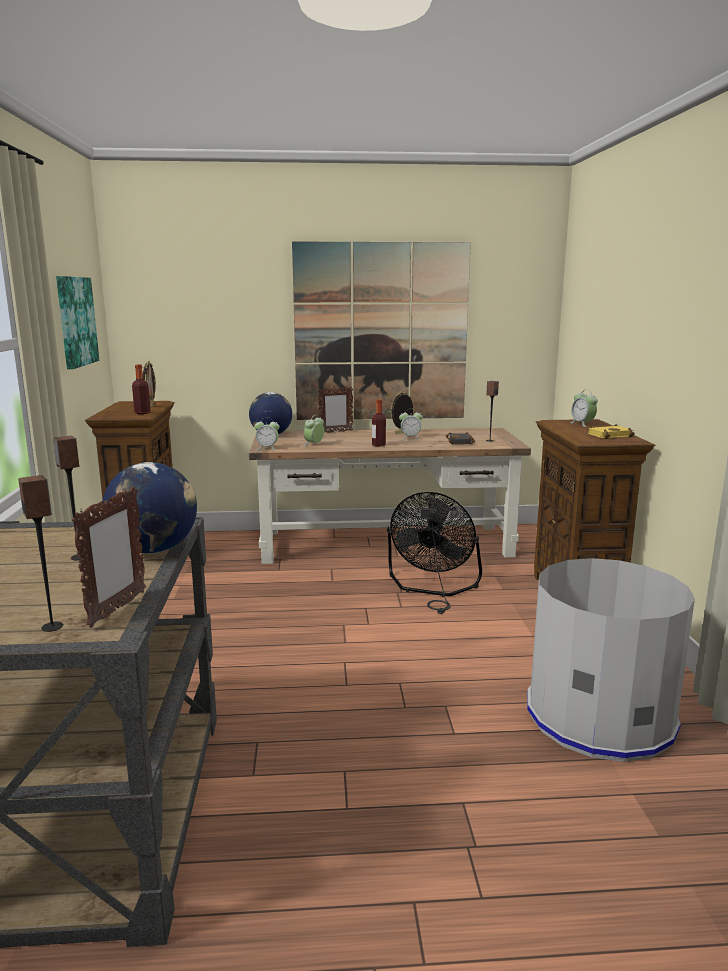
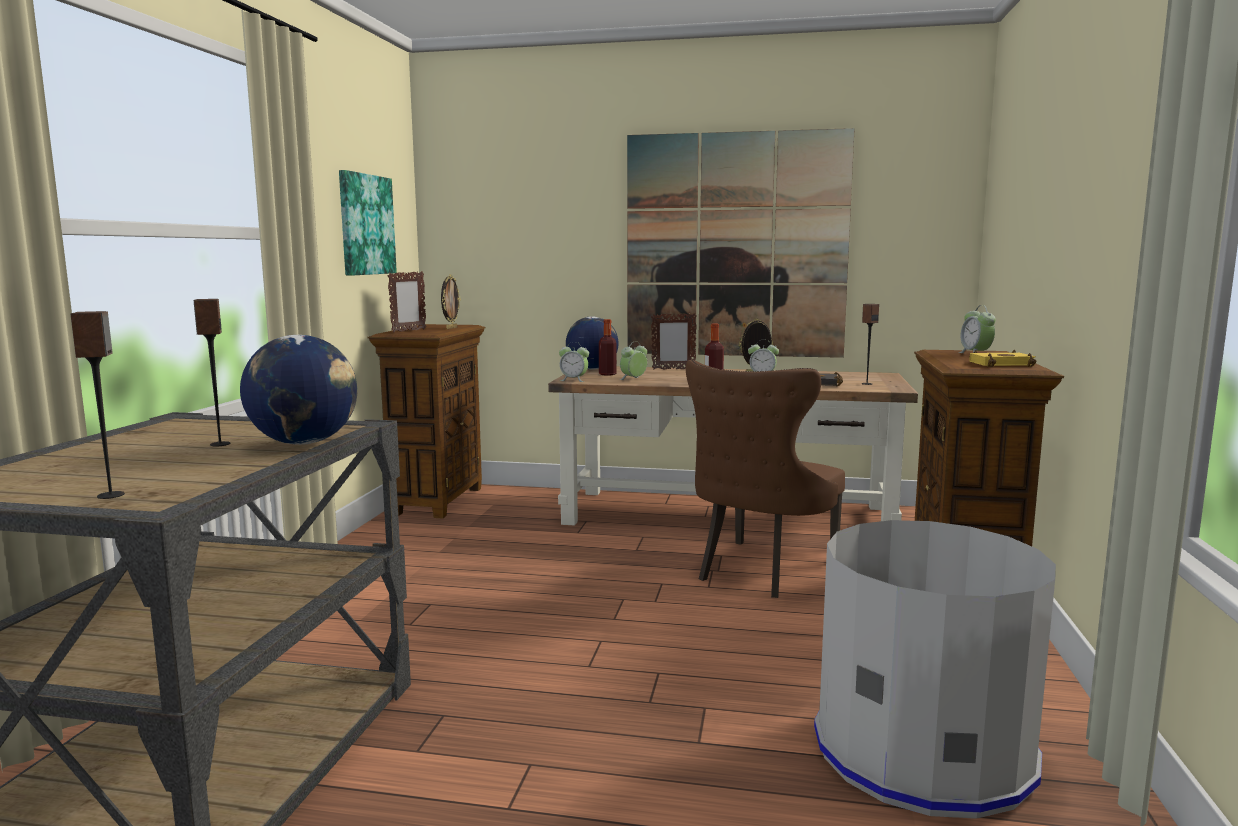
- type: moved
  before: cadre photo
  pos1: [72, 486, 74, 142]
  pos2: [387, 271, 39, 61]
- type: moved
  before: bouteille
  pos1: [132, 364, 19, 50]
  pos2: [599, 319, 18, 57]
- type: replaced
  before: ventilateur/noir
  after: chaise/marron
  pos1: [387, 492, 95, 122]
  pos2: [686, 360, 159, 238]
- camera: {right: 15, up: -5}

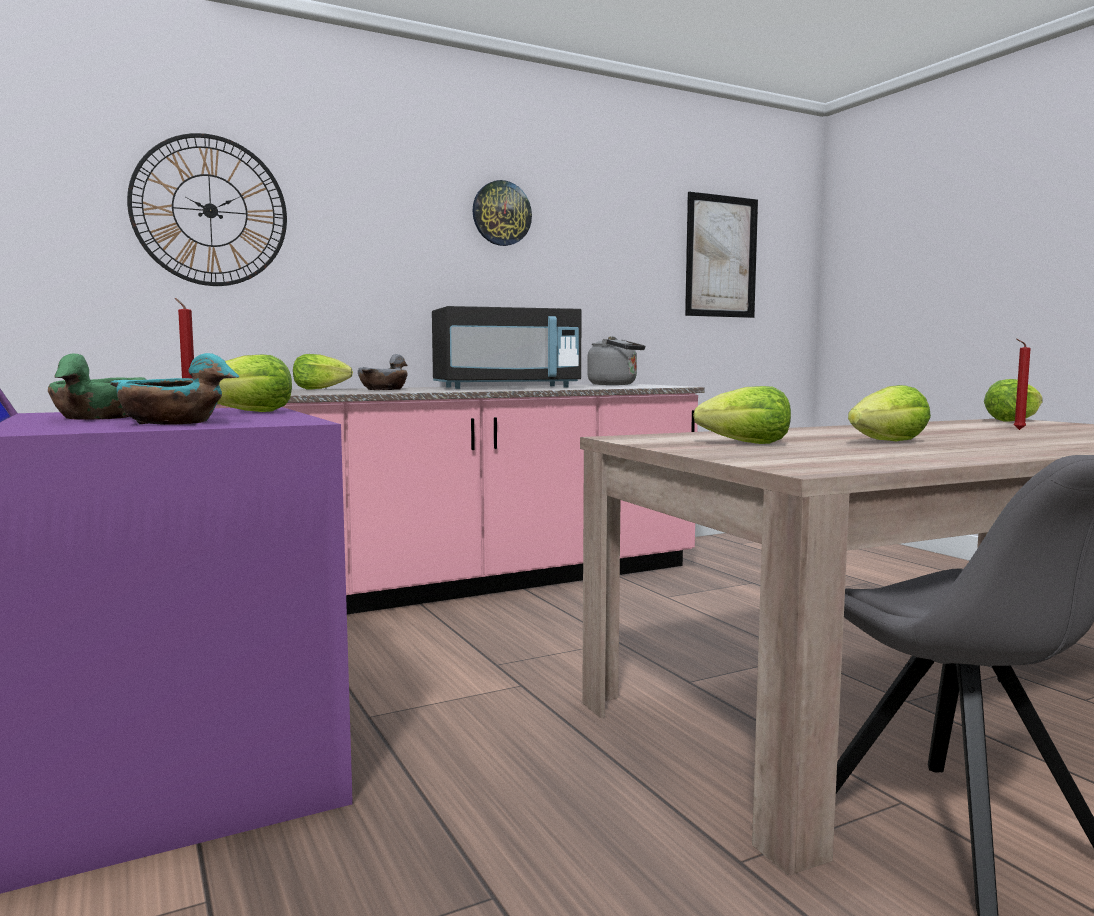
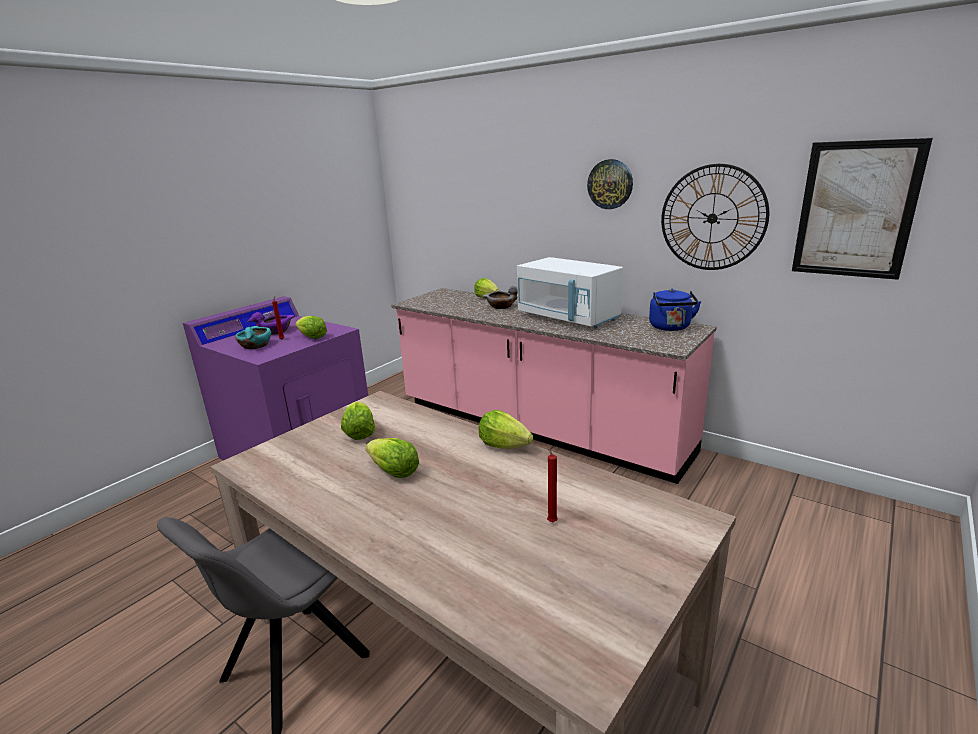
- type: recoloured
  before: bol/vert
  after: bol/violet
  pos1: [48, 354, 98, 66]
  pos2: [247, 312, 47, 23]
- type: moved
  before: laitue
  pos1: [984, 379, 59, 43]
  pos2: [479, 410, 54, 39]
- type: recoloured
  before: micro-ondes/noir
  after: micro-ondes/blanc
  pos1: [432, 306, 150, 83]
  pos2: [517, 257, 106, 71]
- type: recoloured
  before: bouilloire/gris
  after: bouilloire/bleu
  pos1: [587, 336, 58, 49]
  pos2: [649, 288, 52, 43]
- type: moved
  before: horloge murale
  pos1: [127, 133, 160, 153]
  pos2: [661, 164, 108, 106]
- camera: {right: 65, up: 15}

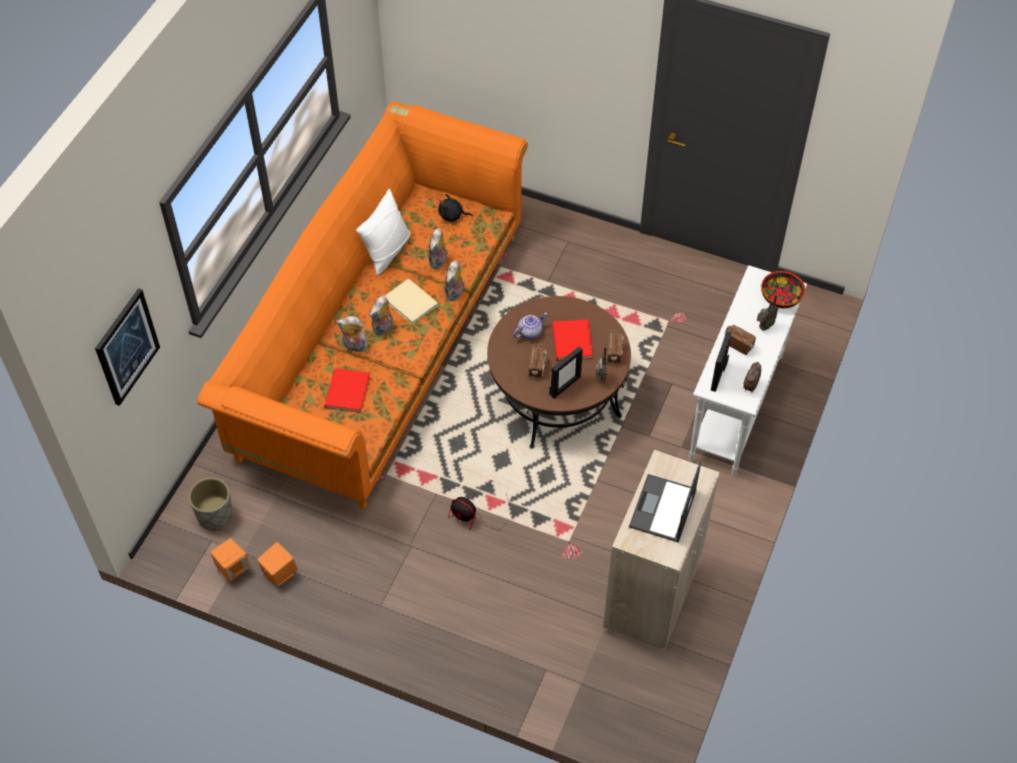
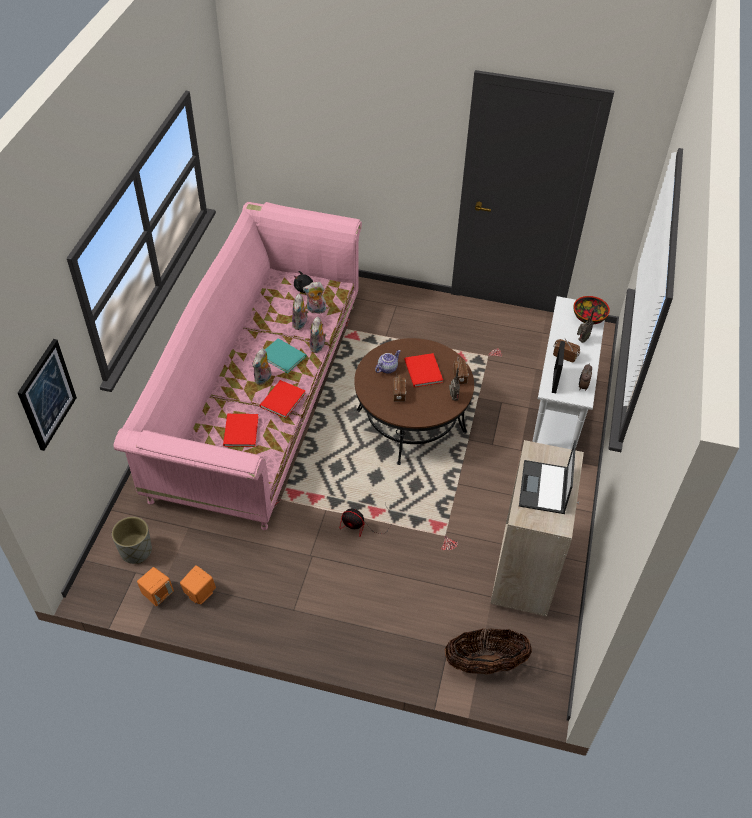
- type: recoloured
  before: canapé/orange
  after: canapé/rose
  pos1: [197, 101, 331, 408]
  pos2: [114, 202, 248, 328]
- type: added
  after: livre/rouge
  pos2: [260, 380, 46, 38]
- type: recoloured
  before: livre/beige
  after: livre/turquoise
  pos1: [385, 279, 54, 46]
  pos2: [265, 338, 41, 36]
- type: moved
  before: peluche
  pos1: [336, 316, 32, 36]
  pos2: [303, 282, 23, 31]
- type: added
  after: panier
  pos2: [445, 628, 87, 47]
- type: removed
  before: coussin/blanc
  pos1: [356, 189, 55, 87]
- type: removed
  before: cadre photo
  pos1: [549, 347, 34, 51]
- camera: {right: -10, up: -5}

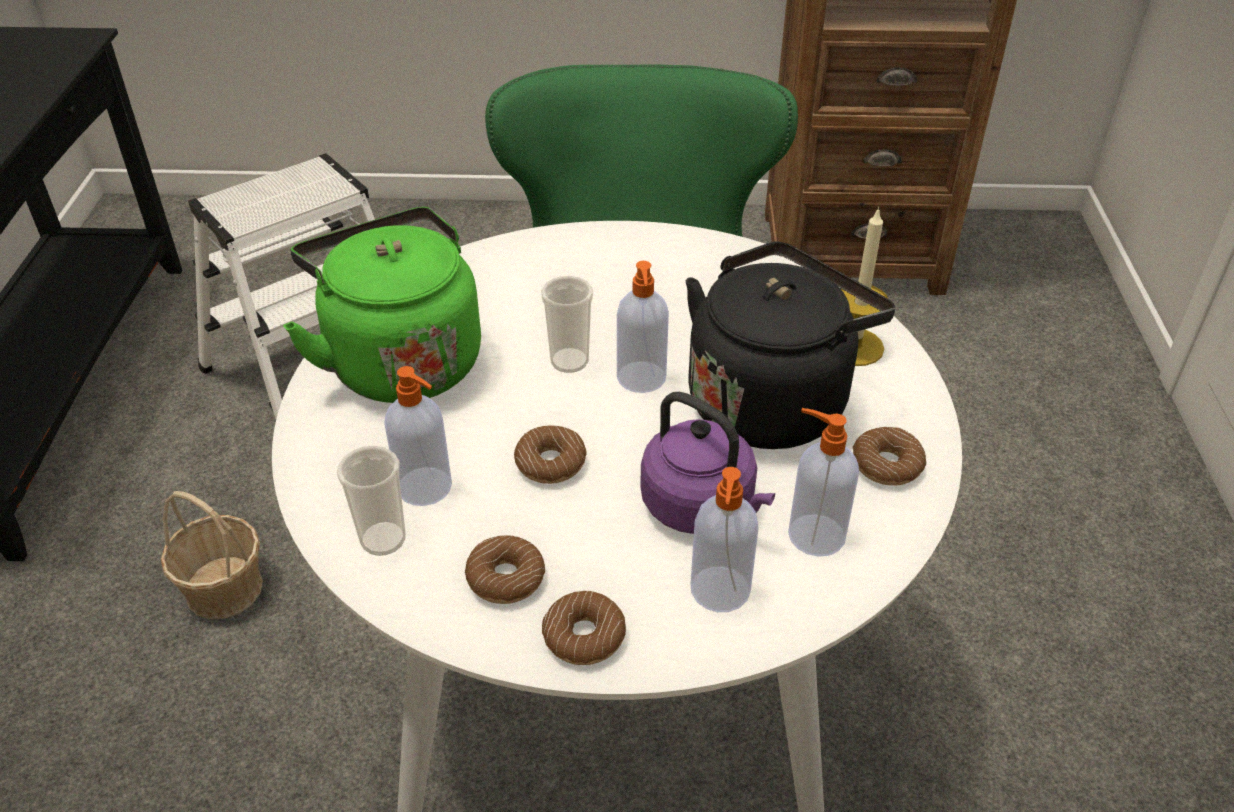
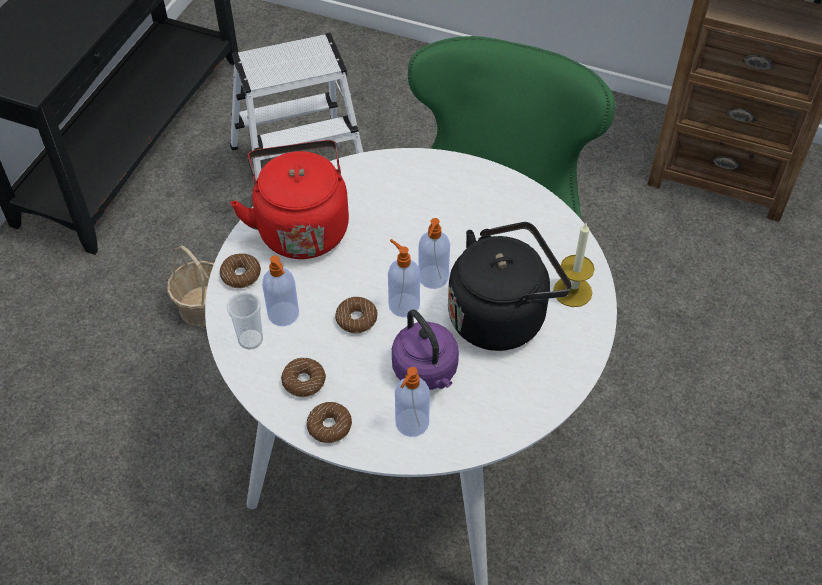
- type: moved
  before: beignet
  pos1: [853, 427, 73, 59]
  pos2: [220, 254, 41, 34]
- type: recoloured
  before: bouilloire/vert
  after: bouilloire/rouge
  pos1: [283, 207, 198, 196]
  pos2: [230, 140, 119, 119]
- type: moved
  before: distributeur de savon
  pos1: [788, 408, 71, 149]
  pos2: [388, 239, 32, 78]
- type: removed
  before: tasse
  pos1: [541, 276, 52, 97]
- camera: {right: 20, up: 10}

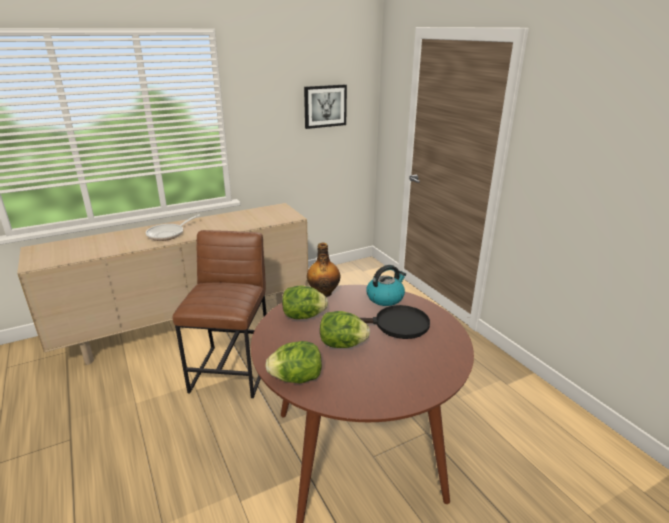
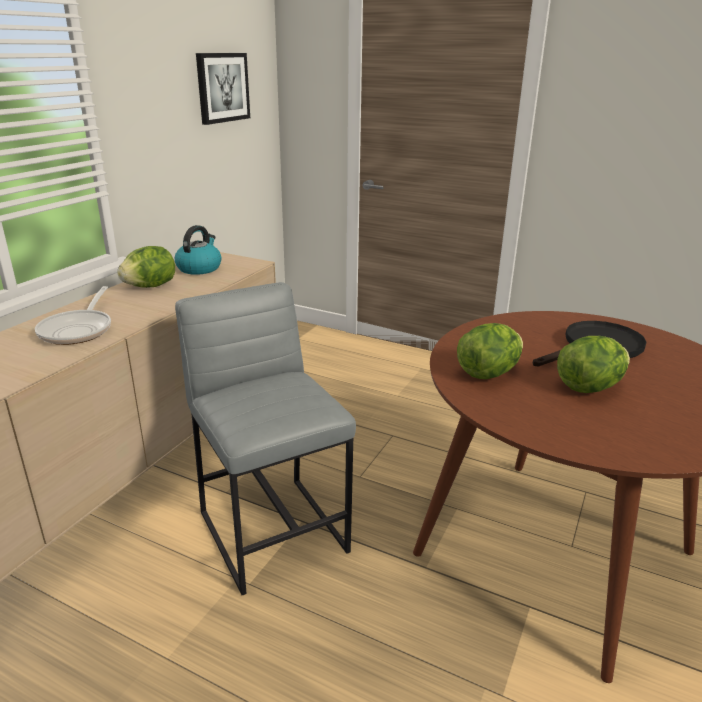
- type: moved
  before: laitue
  pos1: [265, 341, 57, 42]
  pos2: [117, 246, 58, 42]
- type: moved
  before: bouilloire
  pos1: [366, 265, 40, 41]
  pos2: [175, 225, 46, 50]
- type: recoloured
  before: chaise/marron
  after: chaise/gris
  pos1: [172, 230, 95, 168]
  pos2: [175, 282, 181, 313]
- type: removed
  before: bouteille
  pos1: [307, 243, 33, 54]
- camera: {right: -35, up: 0}

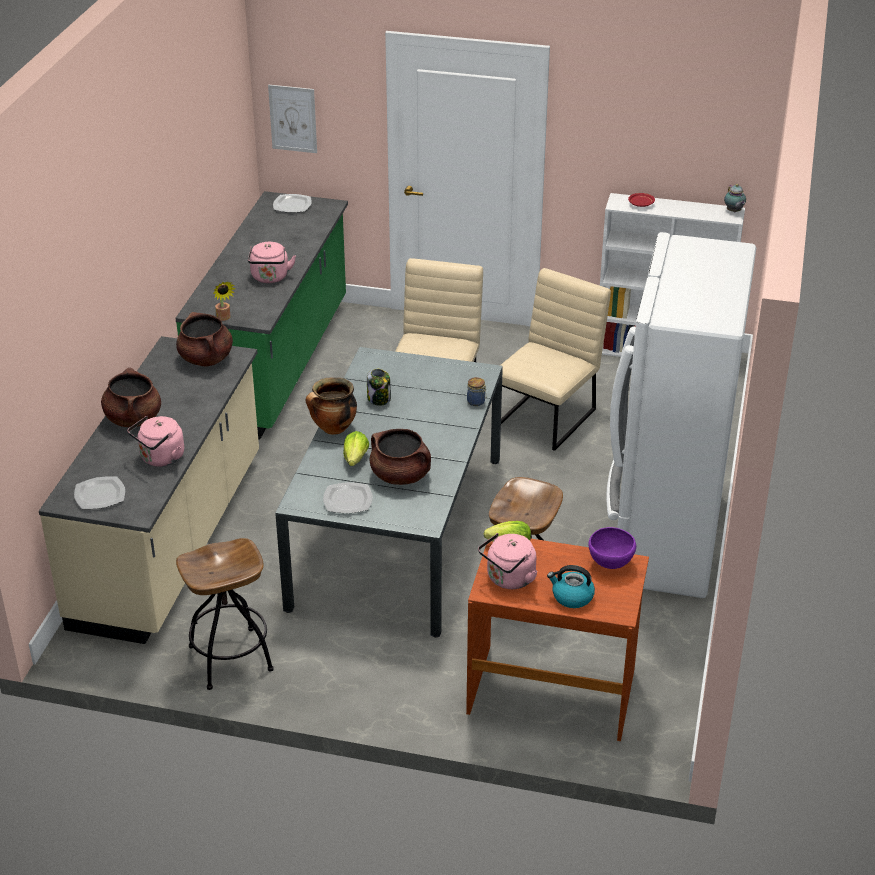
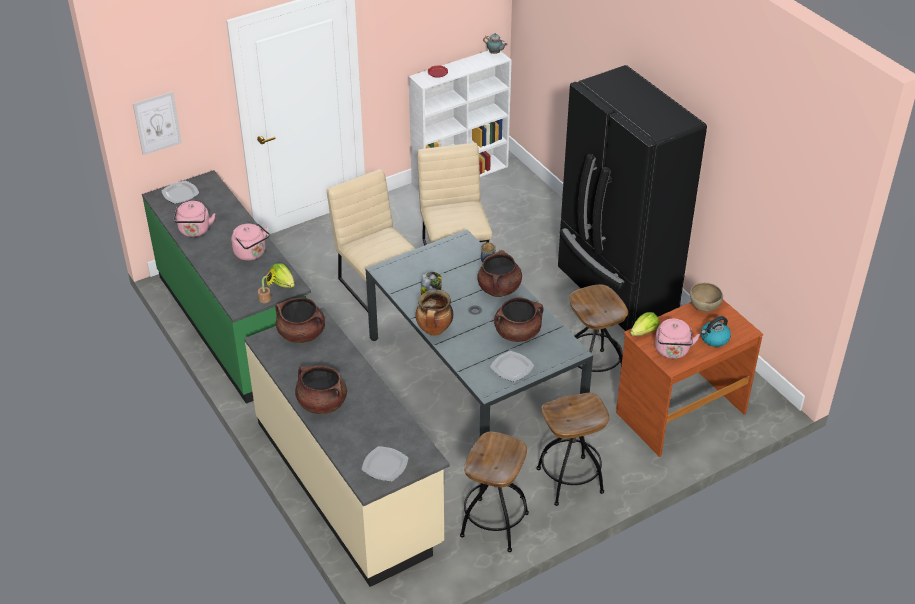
- type: moved
  before: bouilloire/rose
  pos1: [127, 416, 57, 51]
  pos2: [173, 201, 43, 36]
- type: moved
  before: laitue
  pos1: [343, 431, 26, 35]
  pos2: [270, 263, 25, 25]
- type: added
  after: marmite/marron
  pos2: [477, 250, 45, 47]
- type: added
  after: tabouret/marron
  pos2: [537, 393, 72, 113]
- type: recoloured
  before: réfrigérateur/blanc
  after: réfrigérateur/noir
  pos1: [606, 232, 150, 366]
  pos2: [558, 65, 149, 266]
- type: recoloured
  before: bol/violet
  after: bol/marron
  pos1: [588, 527, 48, 42]
  pos2: [690, 283, 33, 29]
- camera: {right: -45, up: 5}

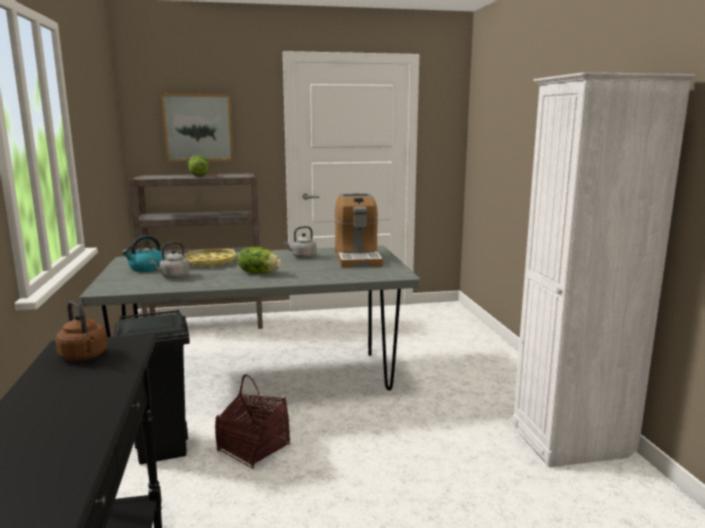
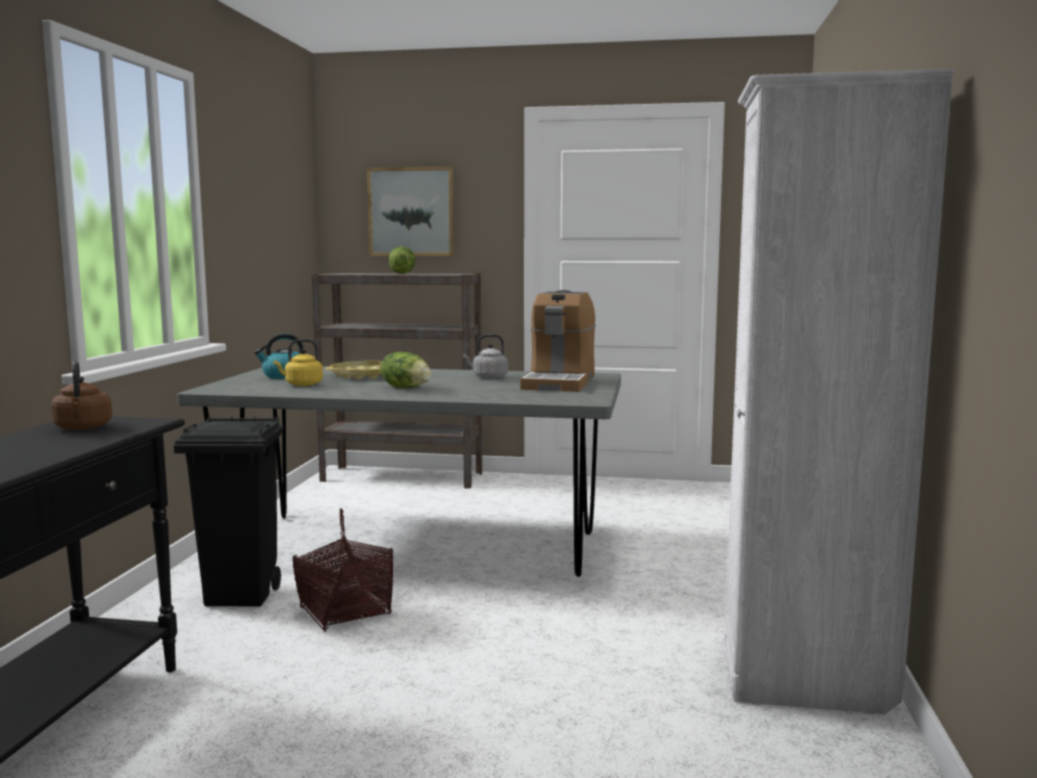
- type: recoloured
  before: bouilloire/gris
  after: bouilloire/jaune
  pos1: [150, 242, 40, 37]
  pos2: [274, 339, 49, 47]
- camera: {right: 20, up: -5}

